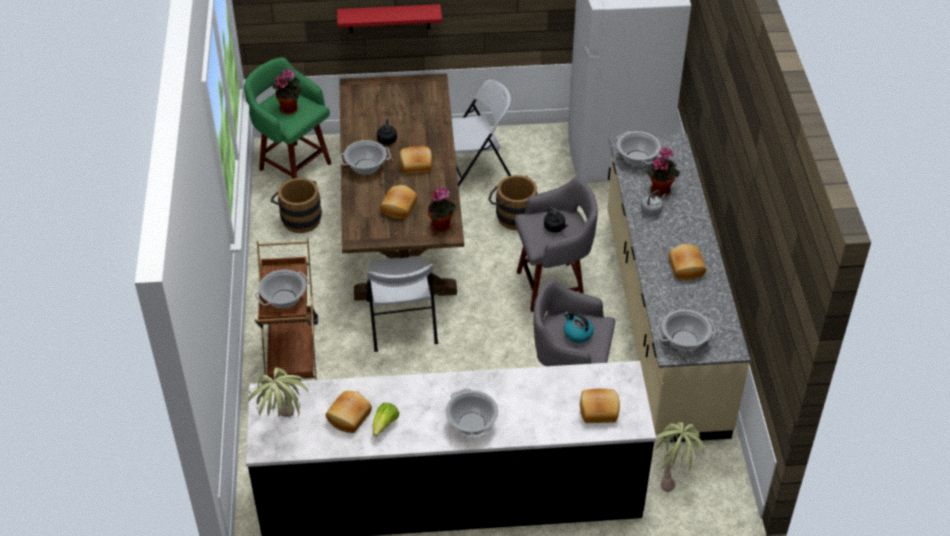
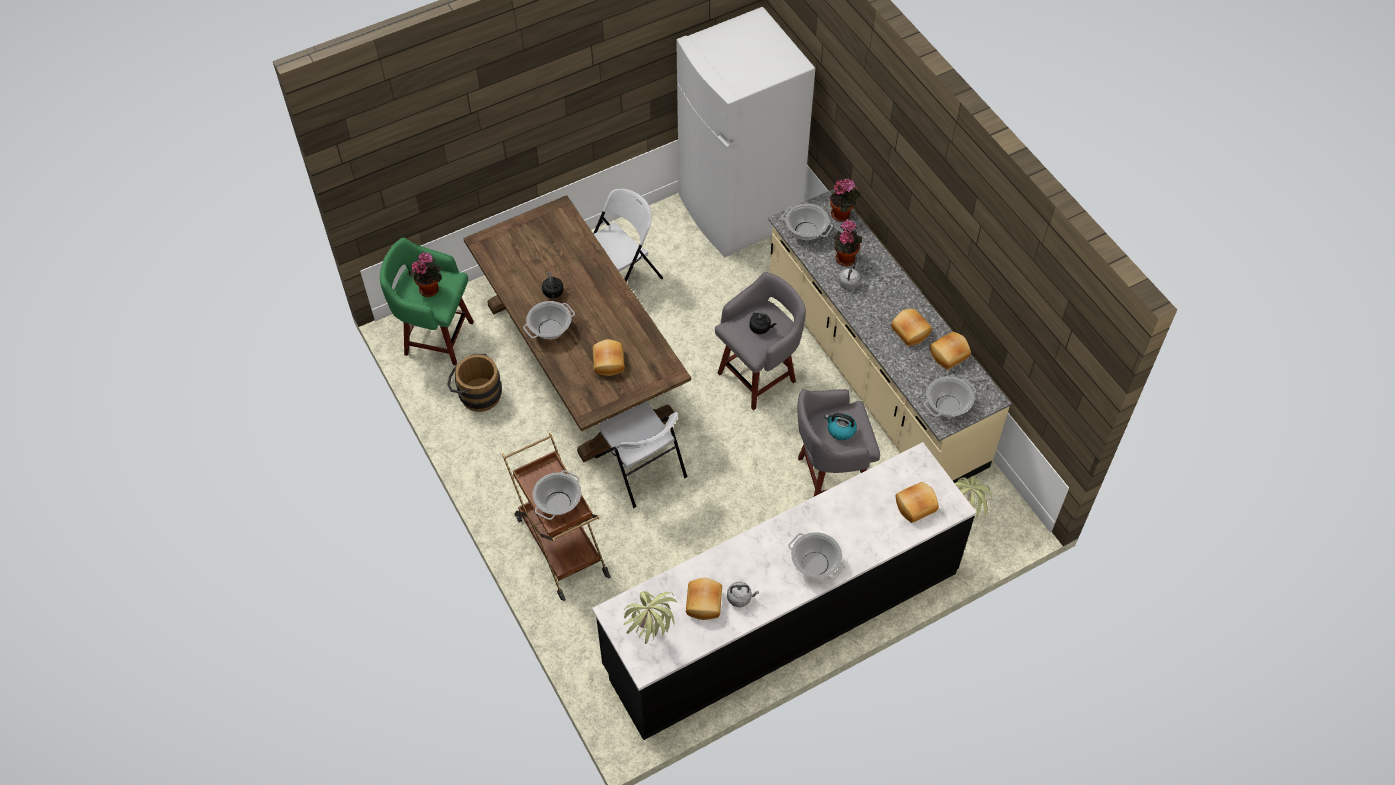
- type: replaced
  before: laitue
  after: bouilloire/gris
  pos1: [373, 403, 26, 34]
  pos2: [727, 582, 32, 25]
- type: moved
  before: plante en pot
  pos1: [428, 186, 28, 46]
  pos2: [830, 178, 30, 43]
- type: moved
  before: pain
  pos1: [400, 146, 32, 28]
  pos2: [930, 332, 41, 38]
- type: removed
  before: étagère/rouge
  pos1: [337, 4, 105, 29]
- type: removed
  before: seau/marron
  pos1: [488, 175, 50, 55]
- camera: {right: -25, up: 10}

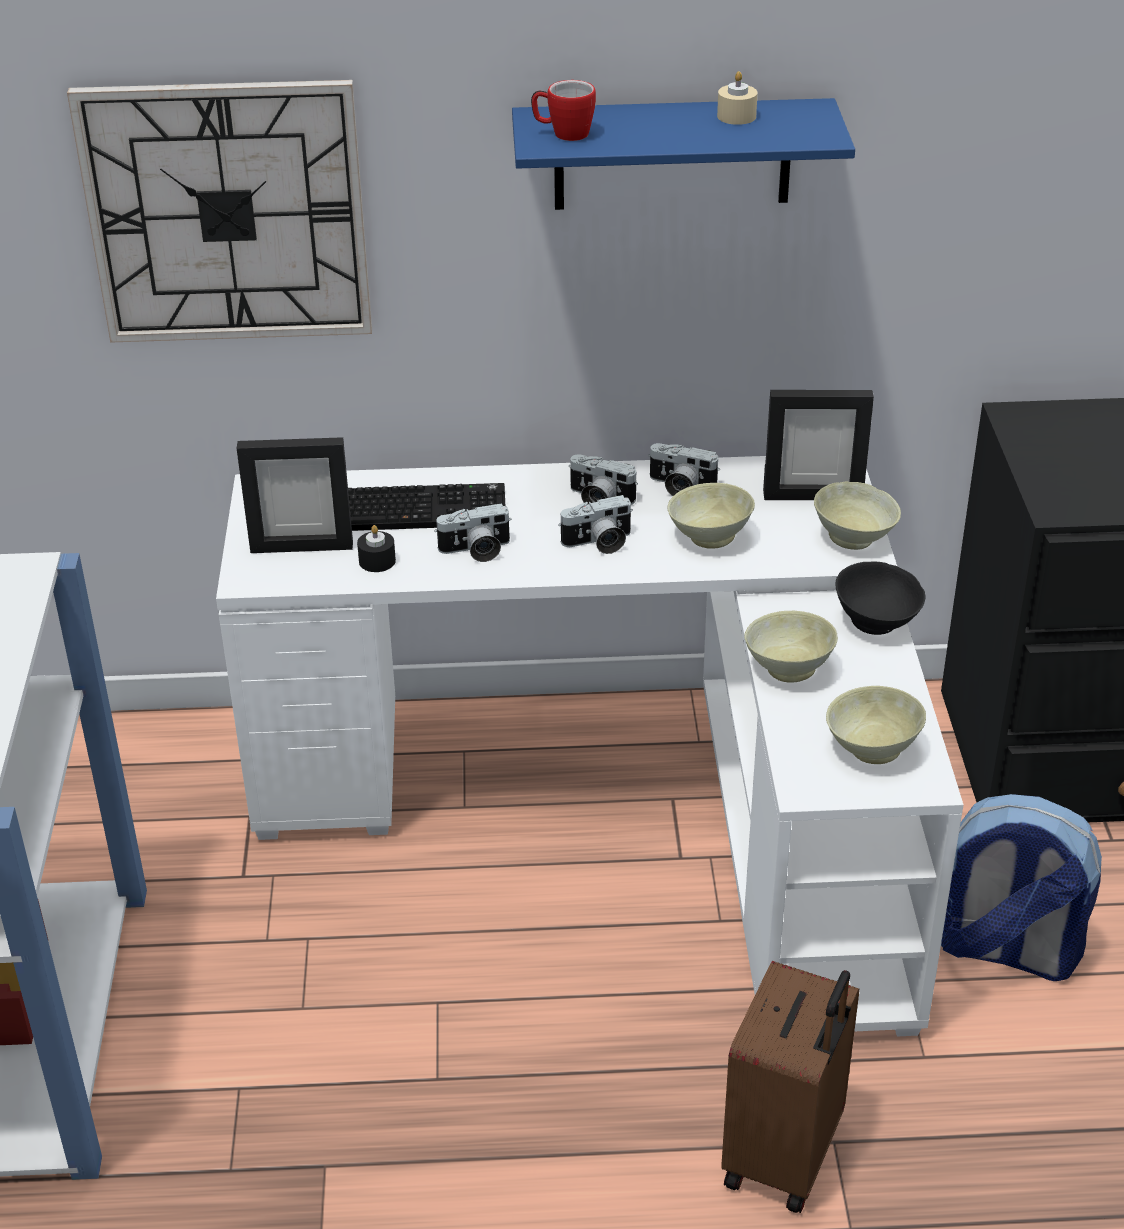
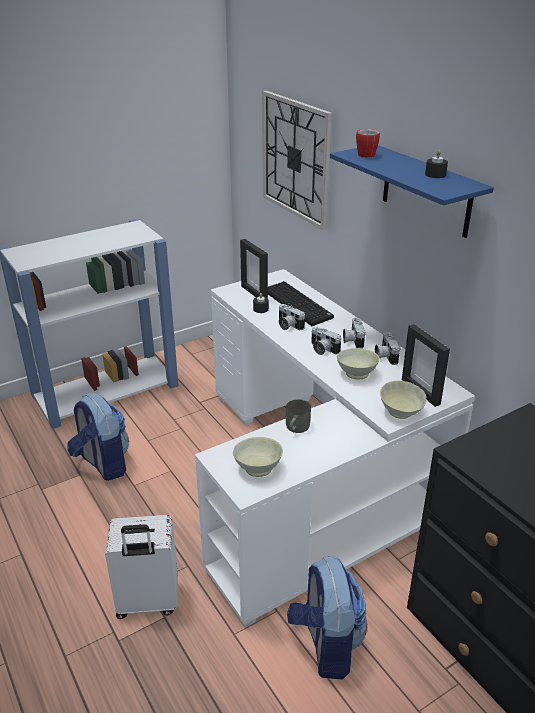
- type: added
  after: sac à dos
  pos2: [67, 393, 62, 88]
- type: recoloured
  before: valise/marron
  after: valise/blanc
  pos1: [721, 961, 139, 252]
  pos2: [105, 515, 73, 104]
- type: replaced
  before: bol/beige
  after: mug/gris
  pos1: [744, 611, 94, 72]
  pos2: [286, 400, 25, 33]
- type: recoloured
  before: bougie/beige
  after: bougie/noir
  pos1: [717, 71, 41, 54]
  pos2: [425, 150, 23, 28]
- type: removed
  before: bol/noir
  pos1: [835, 562, 91, 73]
- camera: {right: 60, up: -5}

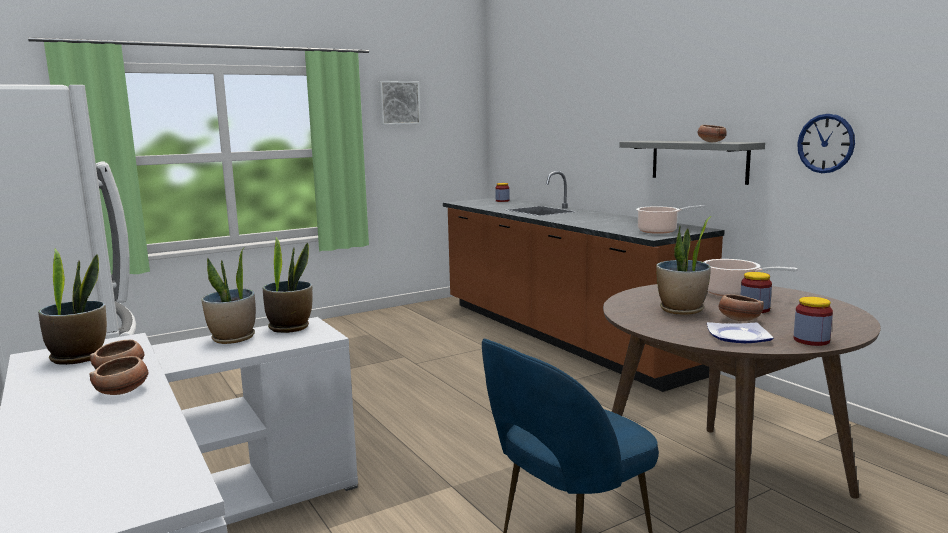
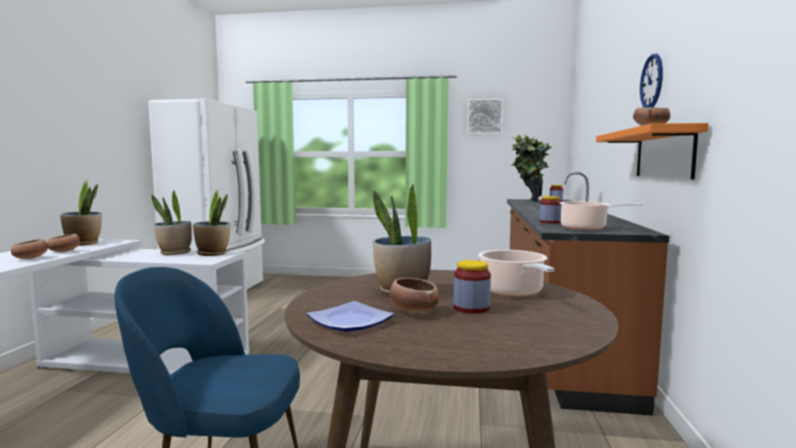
- type: added
  after: plante en pot
  pos2: [512, 135, 39, 67]
- type: moved
  before: bocal
  pos1: [794, 297, 39, 49]
  pos2: [540, 196, 21, 28]
- type: recoloured
  before: étagère/gris
  after: étagère/orange
  pos1: [619, 141, 146, 44]
  pos2: [596, 123, 112, 57]
- type: moved
  before: horloge murale
  pos1: [797, 114, 58, 59]
  pos2: [640, 54, 23, 53]
- camera: {right: 40, up: -5}

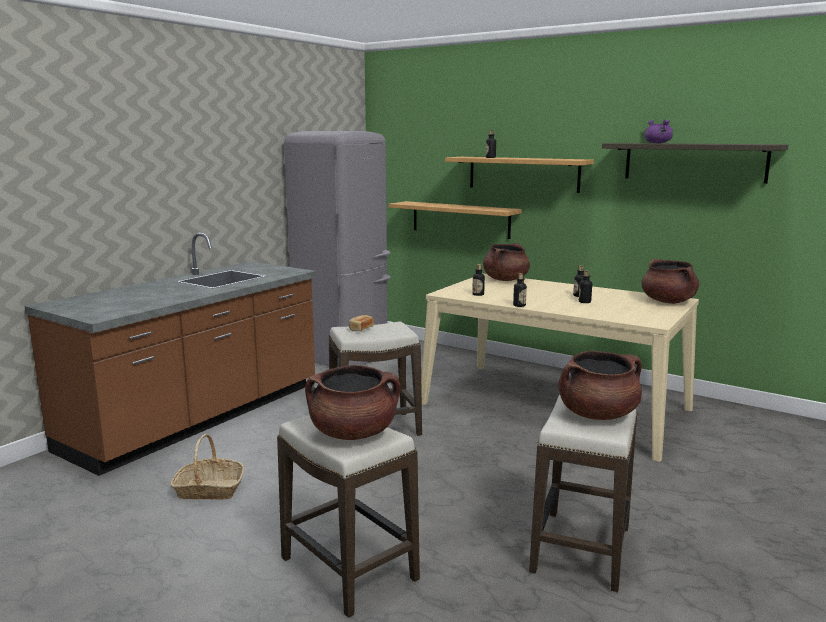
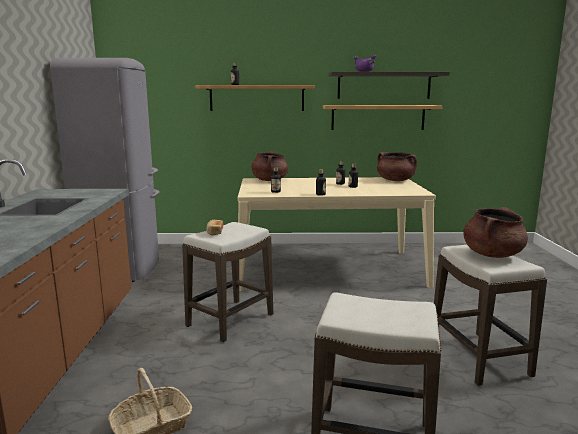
- type: moved
  before: étagère
  pos1: [388, 201, 134, 38]
  pos2: [323, 105, 120, 25]
- type: removed
  before: marmite/marron
  pos1: [305, 365, 96, 75]
- camera: {right: -35, up: 0}

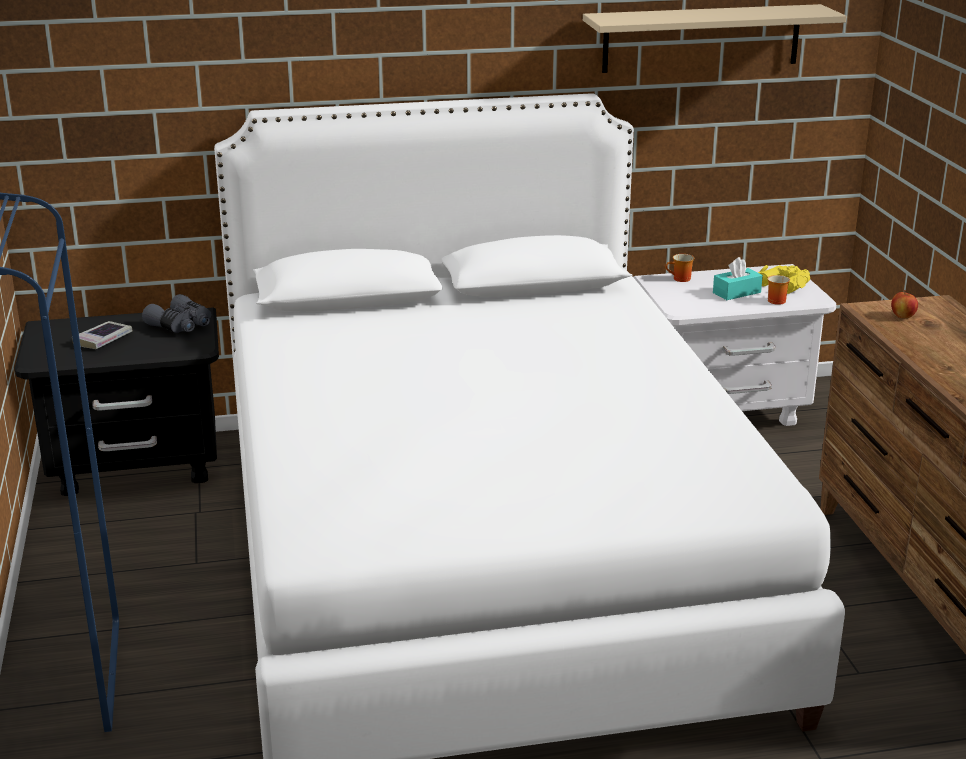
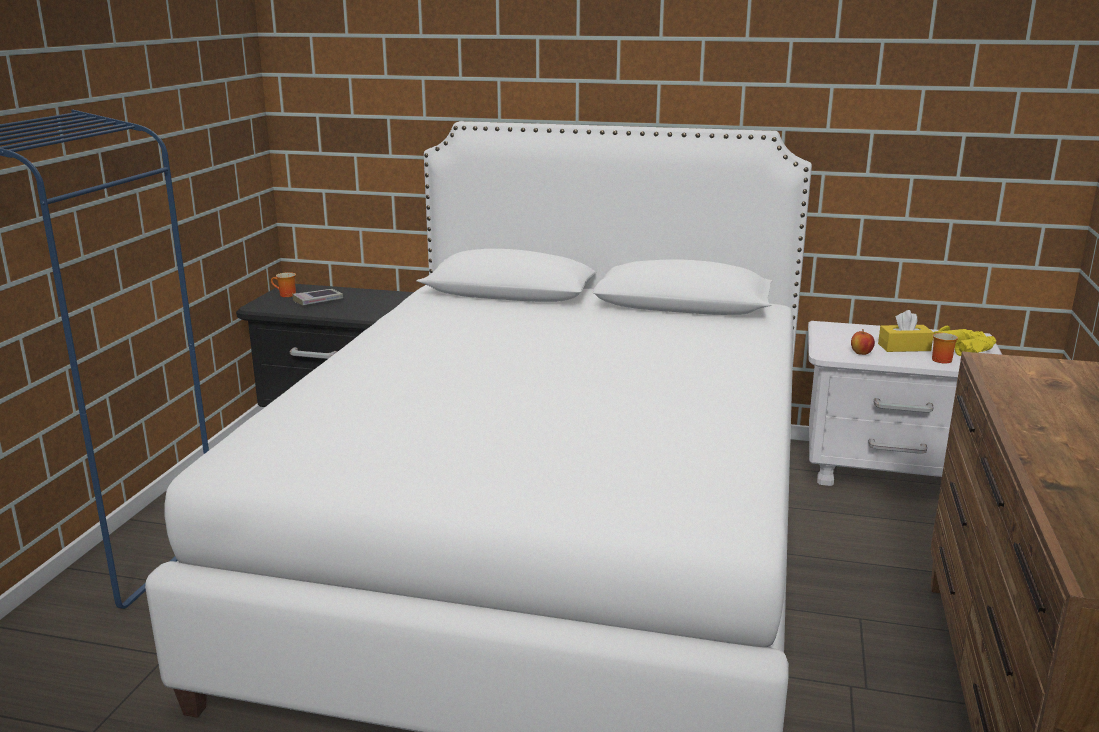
- type: moved
  before: mug
  pos1: [665, 254, 29, 28]
  pos2: [271, 272, 25, 25]
- type: moved
  before: pomme
  pos1: [891, 290, 27, 28]
  pos2: [851, 329, 24, 26]
- type: recoloured
  before: boîte à mouchoirs/turquoise
  after: boîte à mouchoirs/jaune
  pos1: [713, 257, 50, 43]
  pos2: [878, 310, 56, 42]
- type: removed
  before: jumelles/gris
  pos1: [142, 294, 69, 39]
- type: removed
  before: étagère/beige
  pos1: [583, 4, 263, 69]
- camera: {right: 25, up: -5}

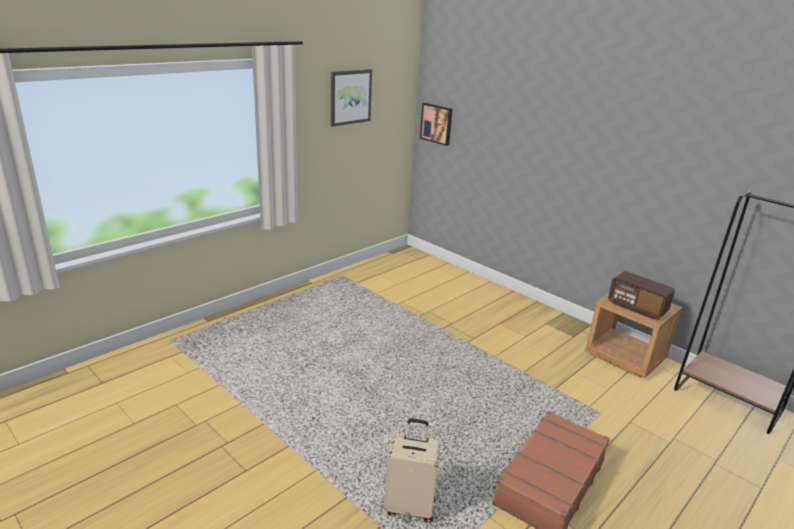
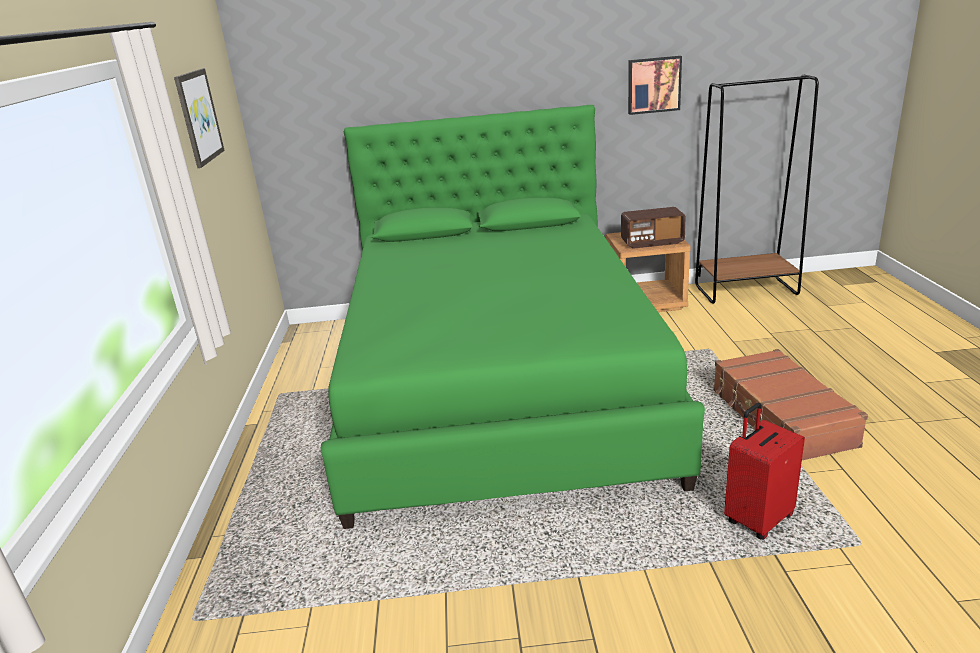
- type: added
  after: lit/vert
  pos2: [320, 105, 385, 424]
- type: moved
  before: tableau
  pos1: [420, 103, 33, 43]
  pos2: [628, 56, 54, 59]
- type: recoloured
  before: valise/beige
  after: valise/rouge
  pos1: [384, 418, 57, 105]
  pos2: [724, 403, 81, 137]
- camera: {right: -45, up: 0}

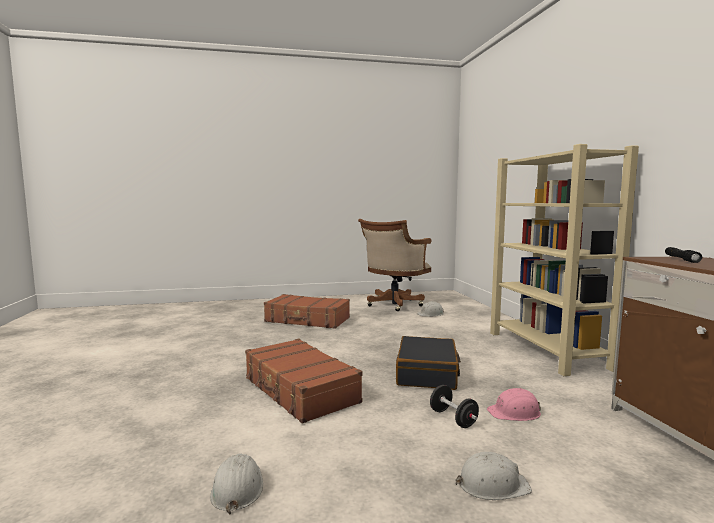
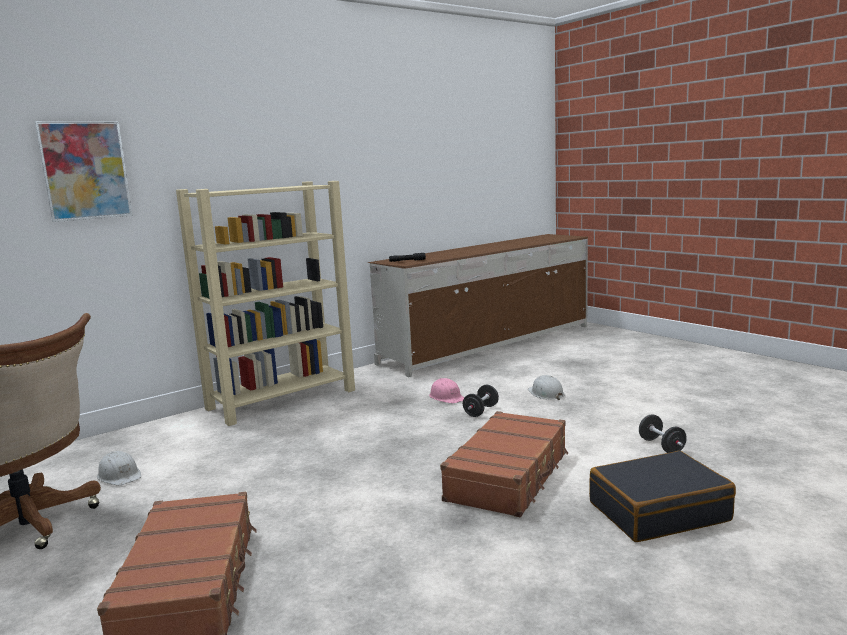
- type: added
  after: tableau
  pos2: [35, 121, 98, 101]
- type: moved
  before: valise/noir
  pos1: [396, 336, 65, 54]
  pos2: [589, 451, 147, 91]
- type: replaced
  before: casque de chantier/blanc
  after: haltère/noir
  pos1: [210, 453, 53, 61]
  pos2: [639, 414, 48, 39]
- camera: {right: -115, up: 5}

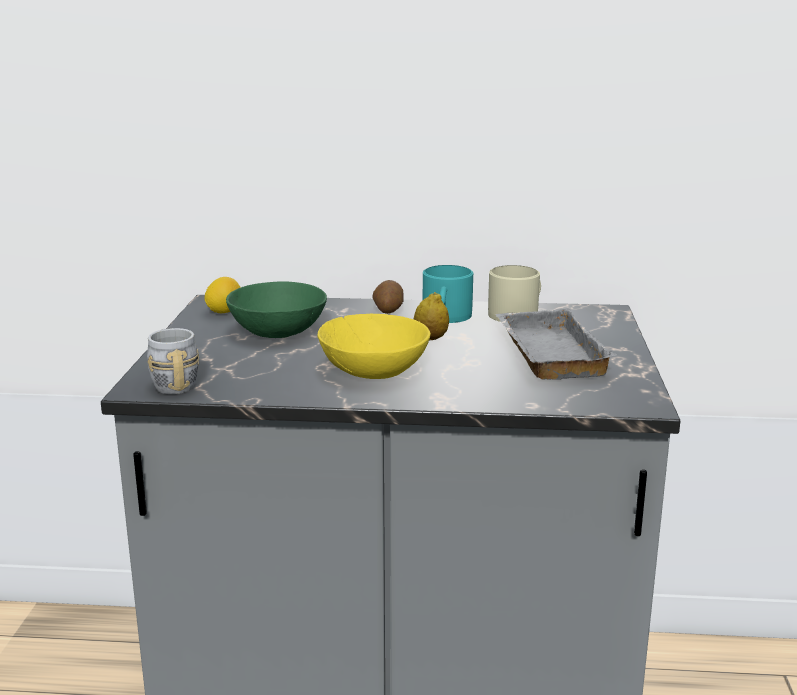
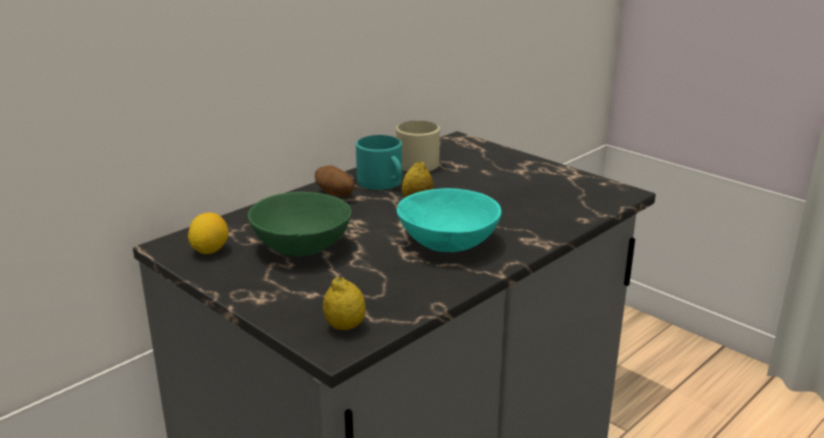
- type: replaced
  before: mug/gris
  after: citron
  pos1: [147, 328, 52, 66]
  pos2: [323, 277, 43, 53]
- type: recoloured
  before: bol/jaune
  after: bol/turquoise
  pos1: [318, 313, 113, 66]
  pos2: [397, 188, 104, 64]
- type: removed
  before: plateau/gris
  pos1: [496, 308, 121, 72]
- camera: {right: -50, up: 5}

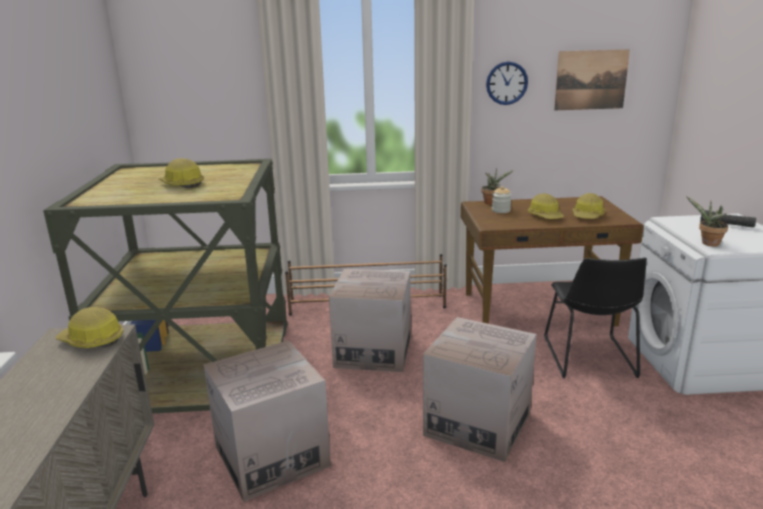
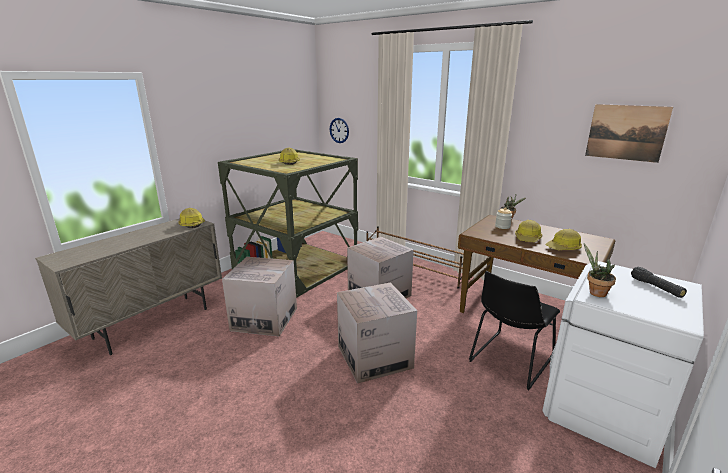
- type: moved
  before: horloge murale
  pos1: [486, 61, 42, 44]
  pos2: [330, 118, 19, 25]
- camera: {right: 40, up: 0}

